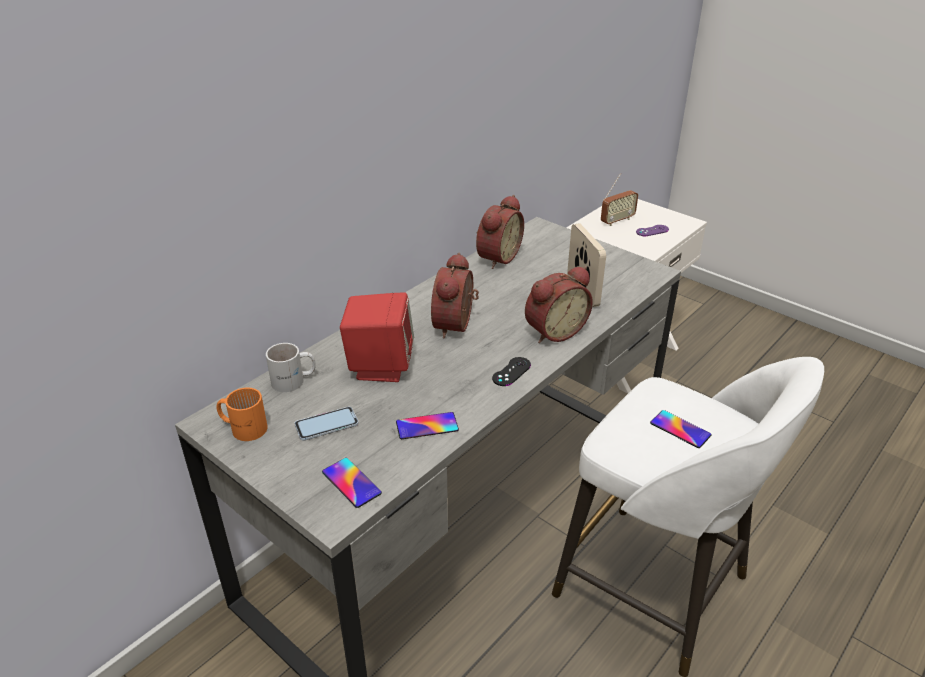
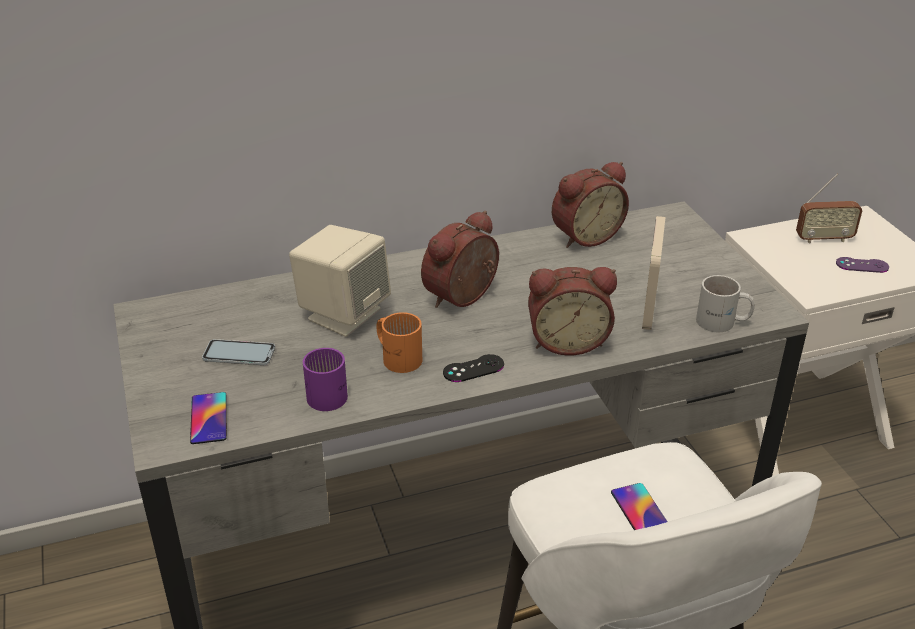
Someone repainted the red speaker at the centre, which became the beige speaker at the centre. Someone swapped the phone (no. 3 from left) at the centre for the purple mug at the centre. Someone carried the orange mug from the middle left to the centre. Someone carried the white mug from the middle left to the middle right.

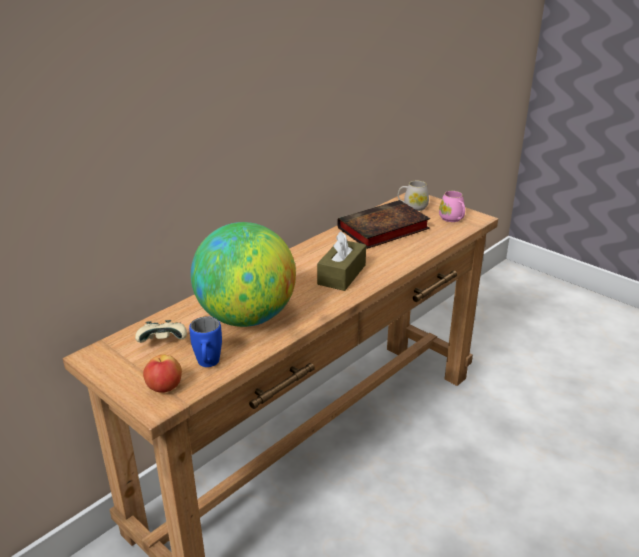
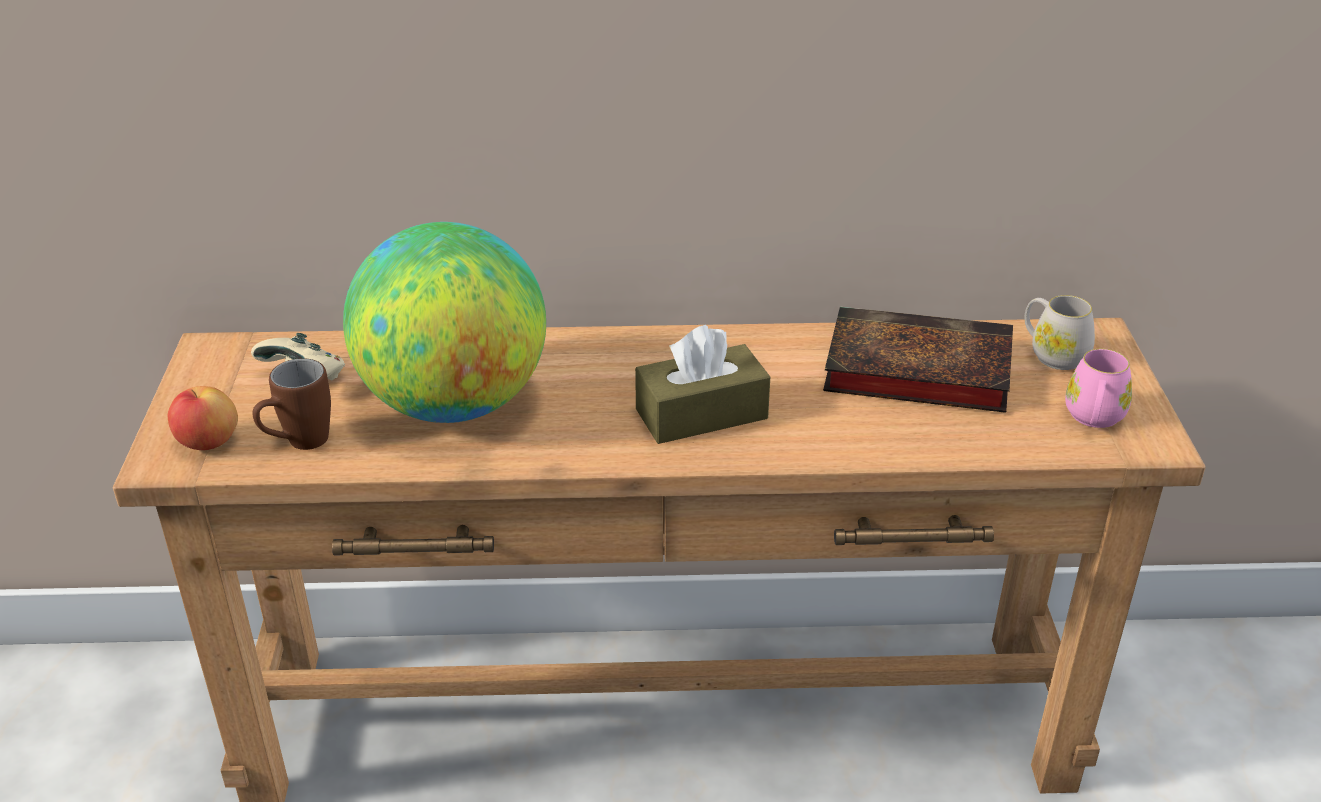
Someone repainted the blue mug at the middle left, which became the brown mug at the middle left.

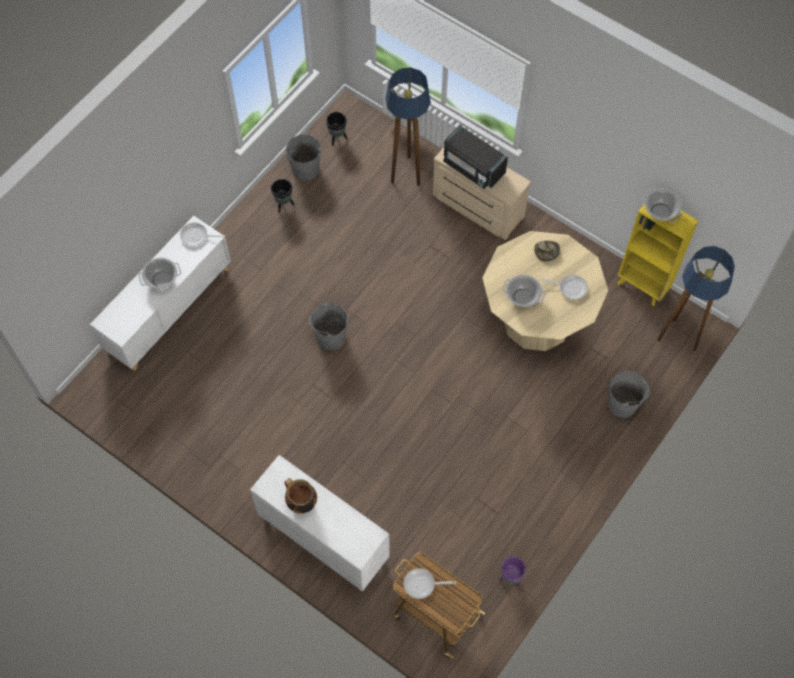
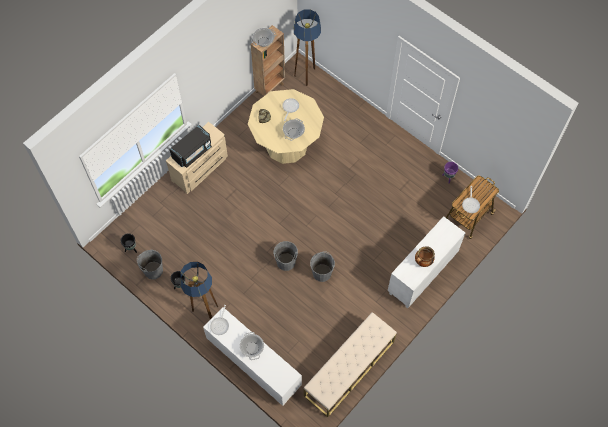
Someone carried the floor lamp (no. 1 from left) from the top centre to the bottom left. Someone repainted the yellow bookcase at the middle right, which became the brown bookcase at the top centre. Someone put down the beige bench at the bottom centre. Someone carried the grey bucket (no. 3 from left) from the middle right to the centre.

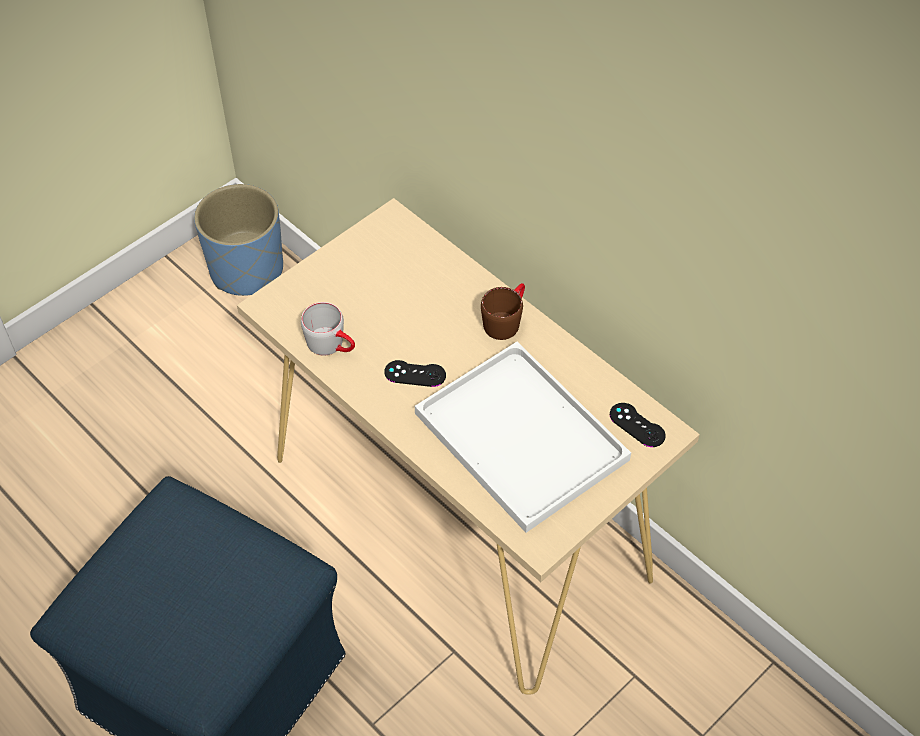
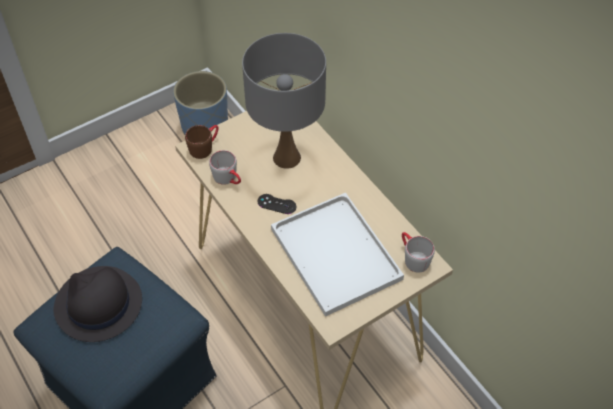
Someone put down the black hat at the bottom left. Someone carried the brown mug from the centre to the middle left. Someone put down the grey table lamp at the top centre. Someone swapped the black game controller (no. 2 from left) at the middle right for the grey mug (no. 2 from left) at the middle right.

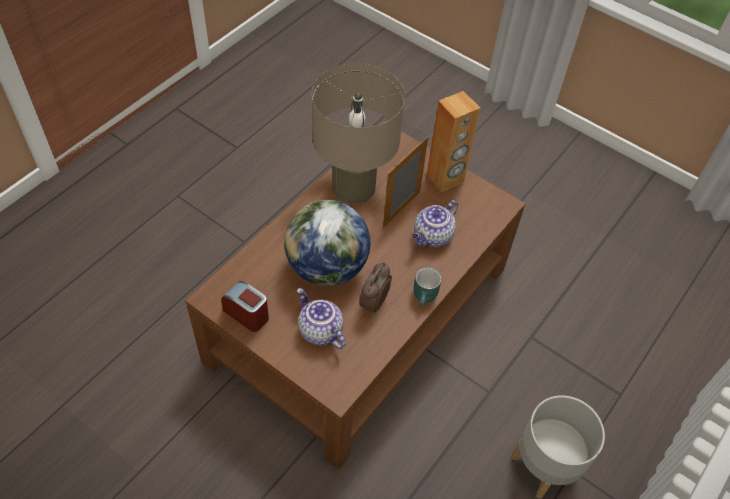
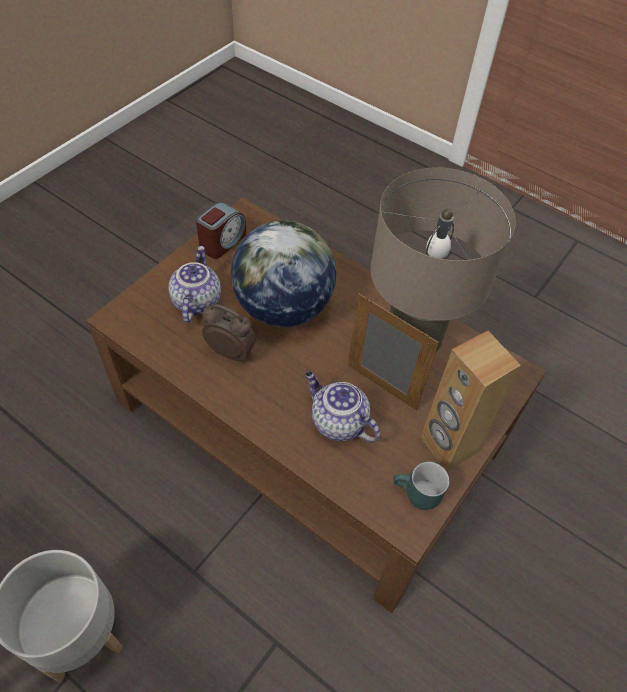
Someone rotated the teapot (no. 1 from left) at the centre by 45 degrees counterclockwise. Someone carried the turquoise mug from the centre to the bottom right.

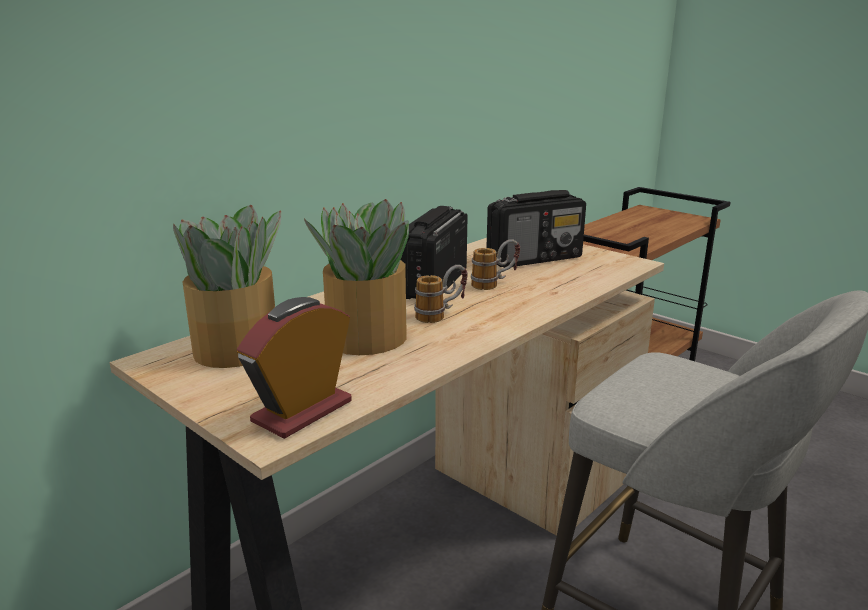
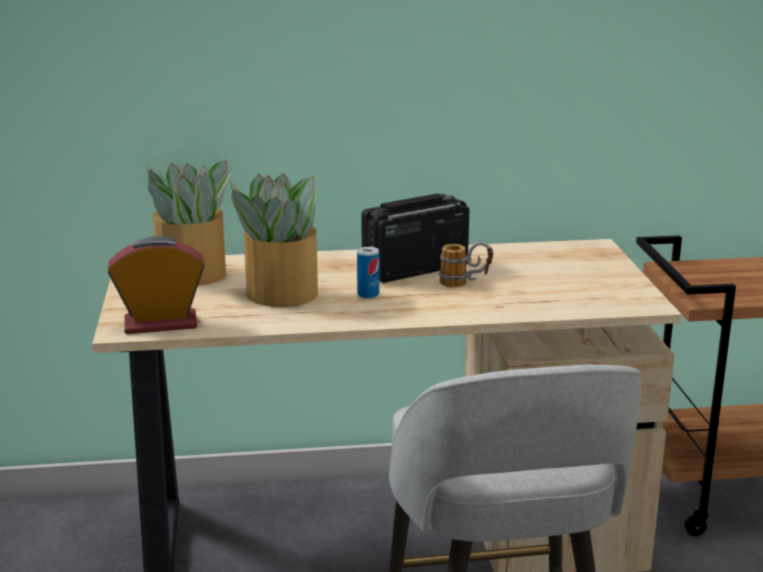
Someone swapped the mug (no. 1 from left) at the centre for the can at the centre. Someone took away the radio (no. 2 from left) at the centre.

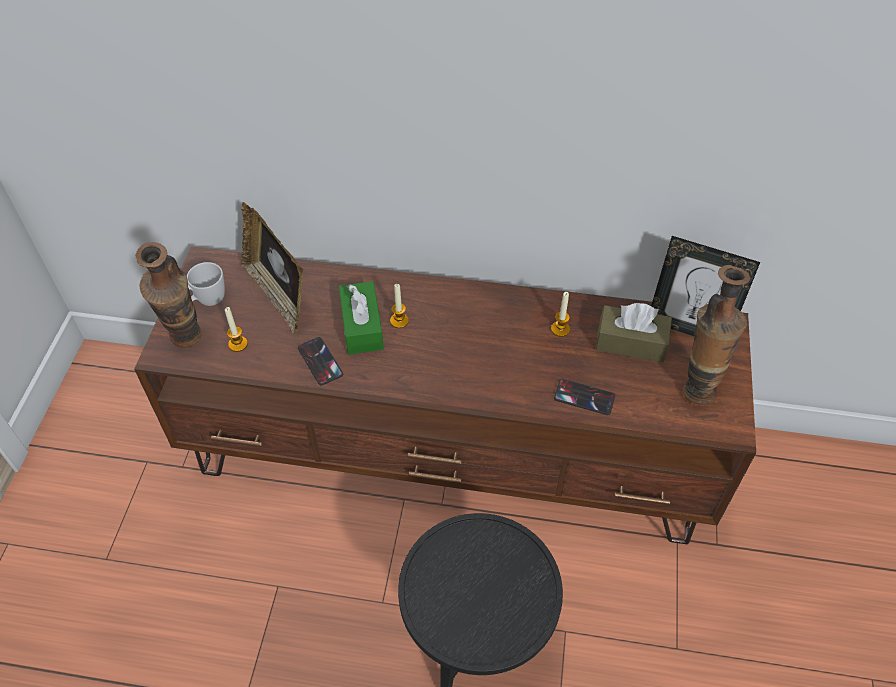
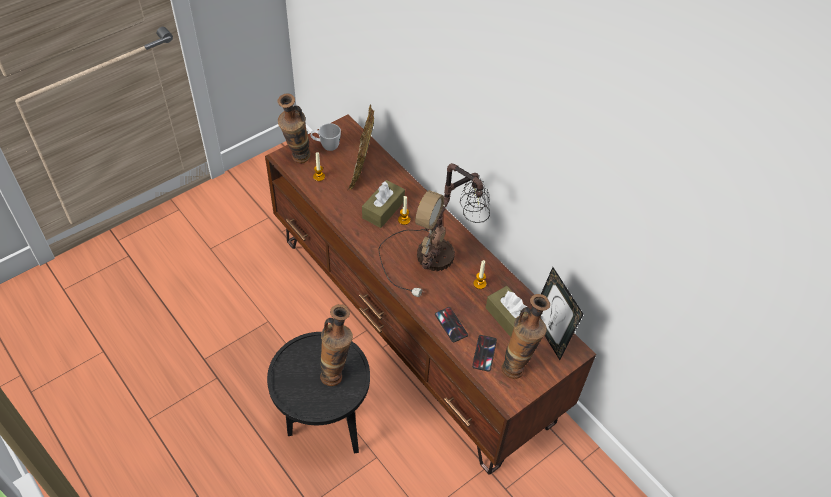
Someone put down the vase (no. 2 from left) at the bottom centre. Someone repainted the green tissue box at the centre, which became the brown tissue box (no. 1 from left) at the centre. Someone put down the table lamp at the centre. Someone carried the phone (no. 1 from left in the first image) from the centre to the bottom centre.

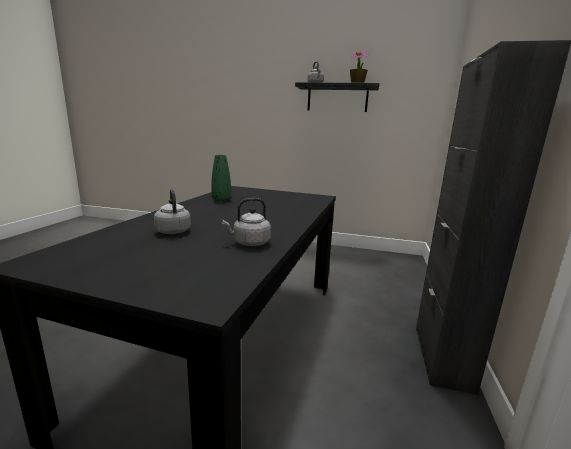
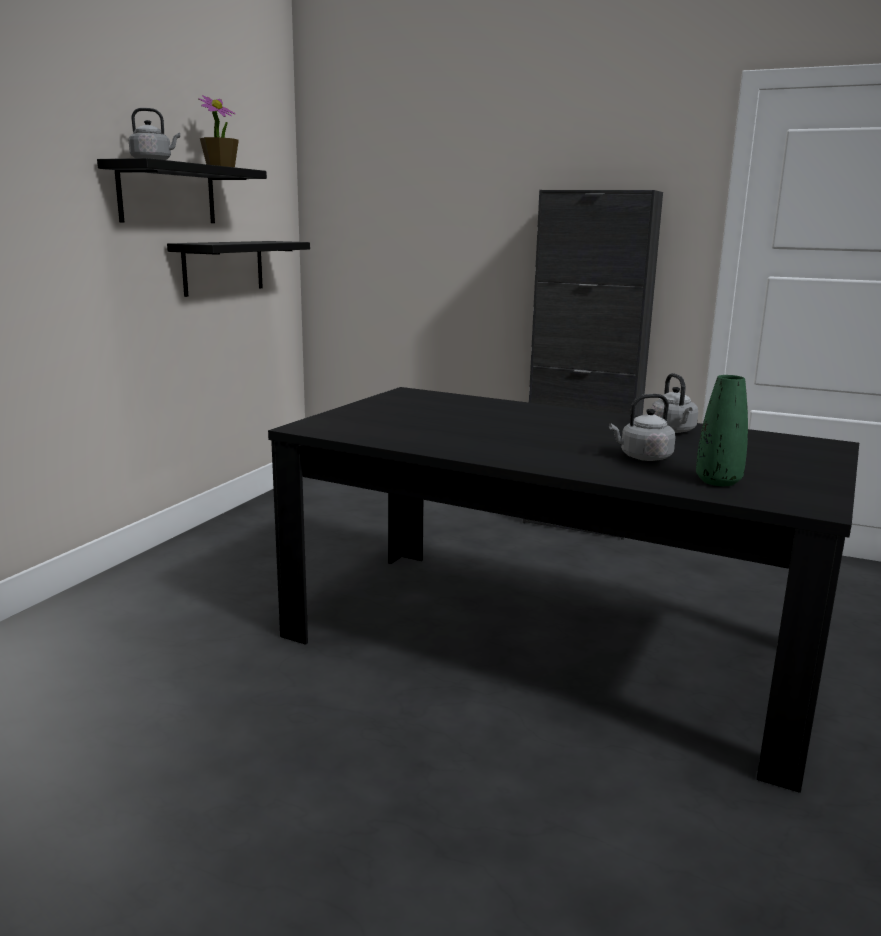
Someone put up the black shelf (no. 2 from left) at the top left. Someone carried the green vase from the centre to the middle right.

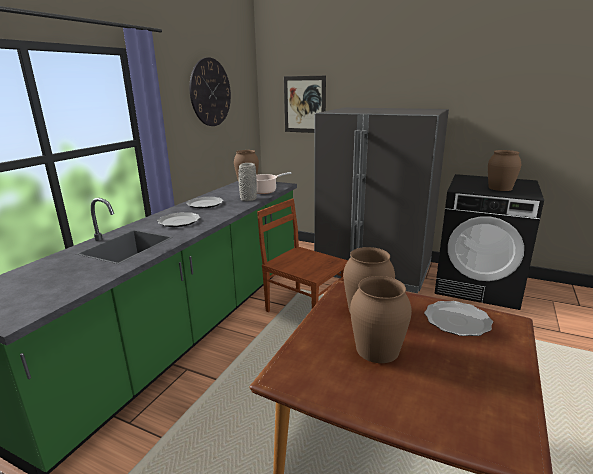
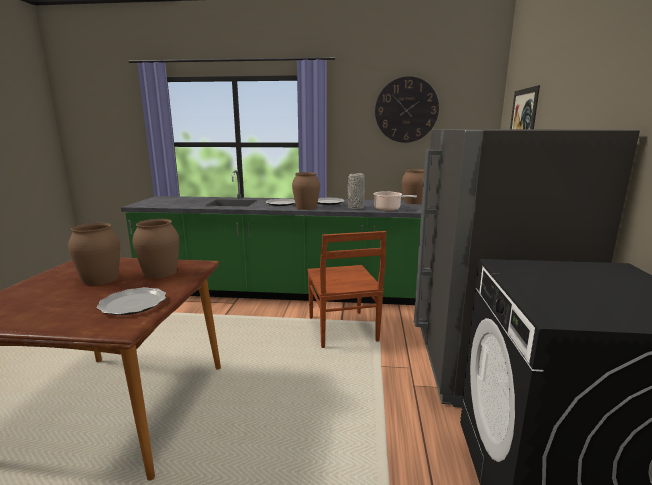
Someone carried the brown vase (no. 4 from left in the first image) from the middle right to the centre. Someone rotated the brown chair at the centre by 150 degrees clockwise.

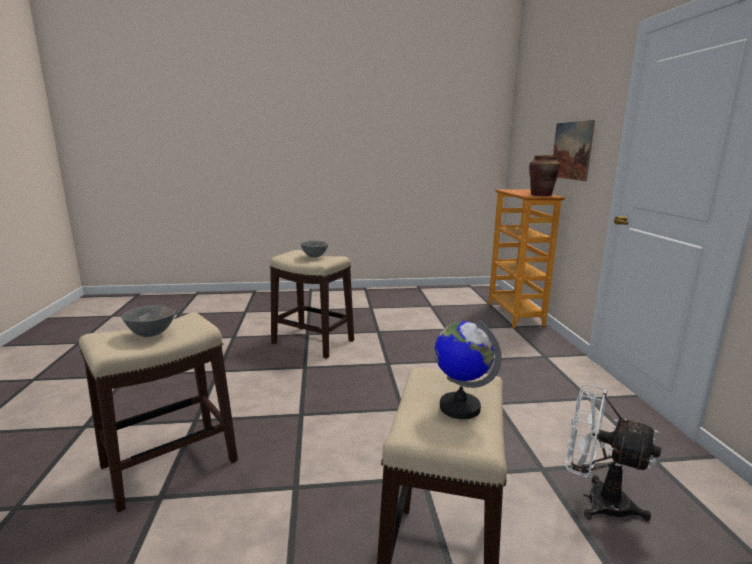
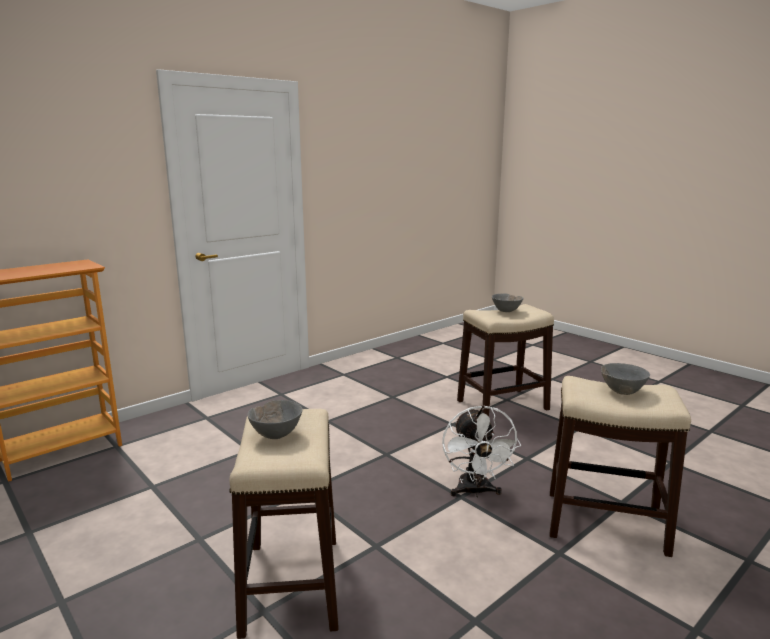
Someone carried the white fan from the bottom right to the bottom centre. Someone swapped the globe at the centre for the grey bowl (no. 2 from left) at the centre. Someone took away the brown vase at the top right. Someone took away the picture at the top right.

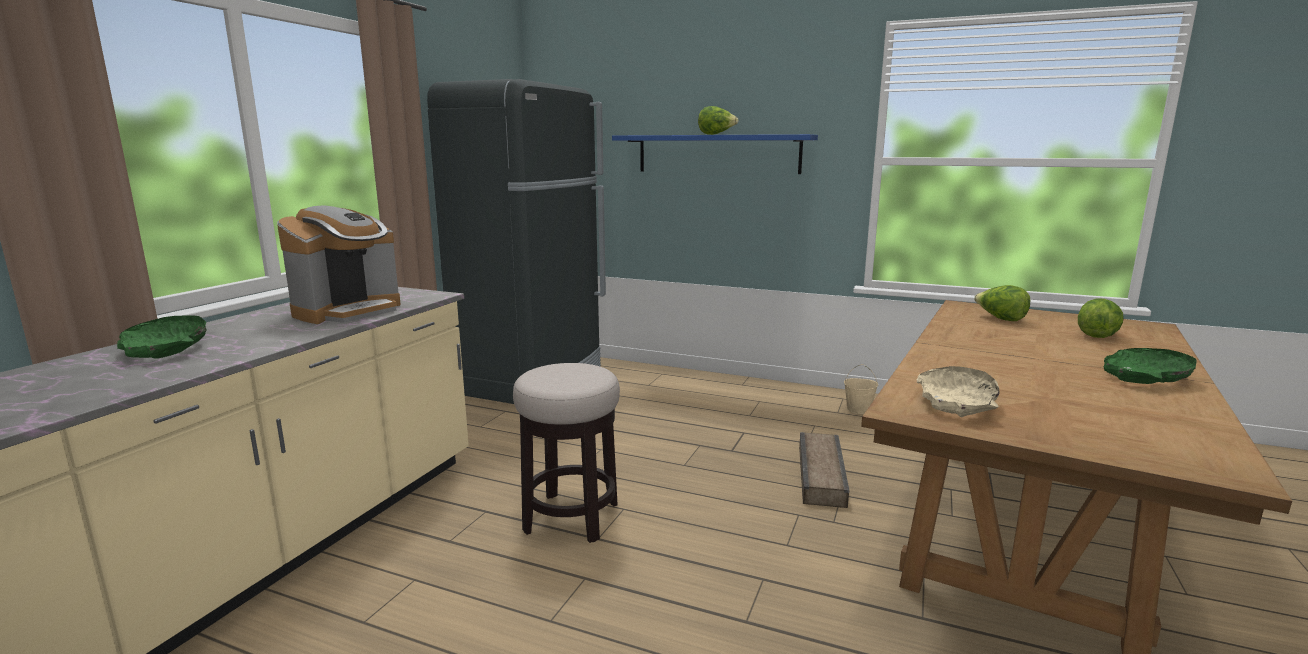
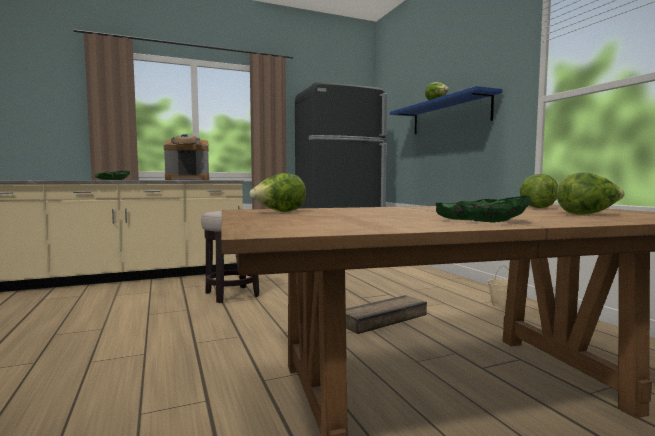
Someone swapped the beige bowl at the middle right for the lettuce (no. 1 from left) at the centre.

